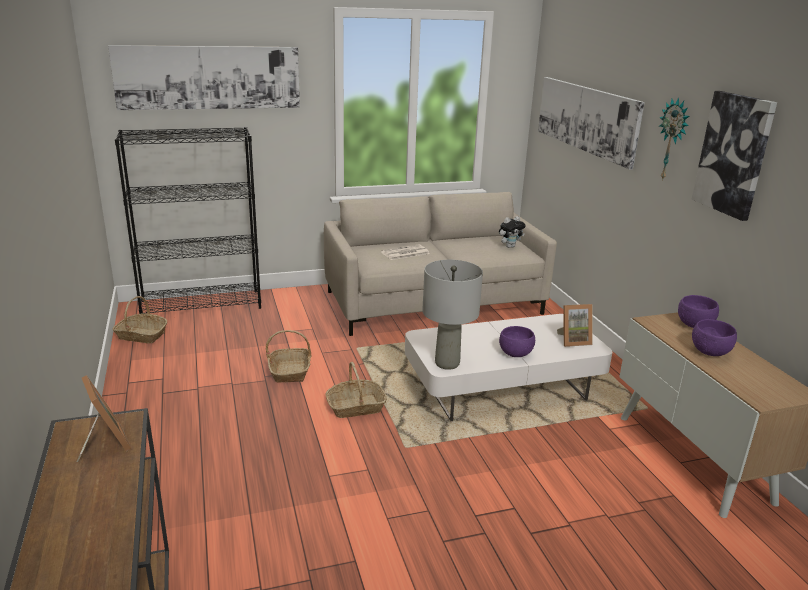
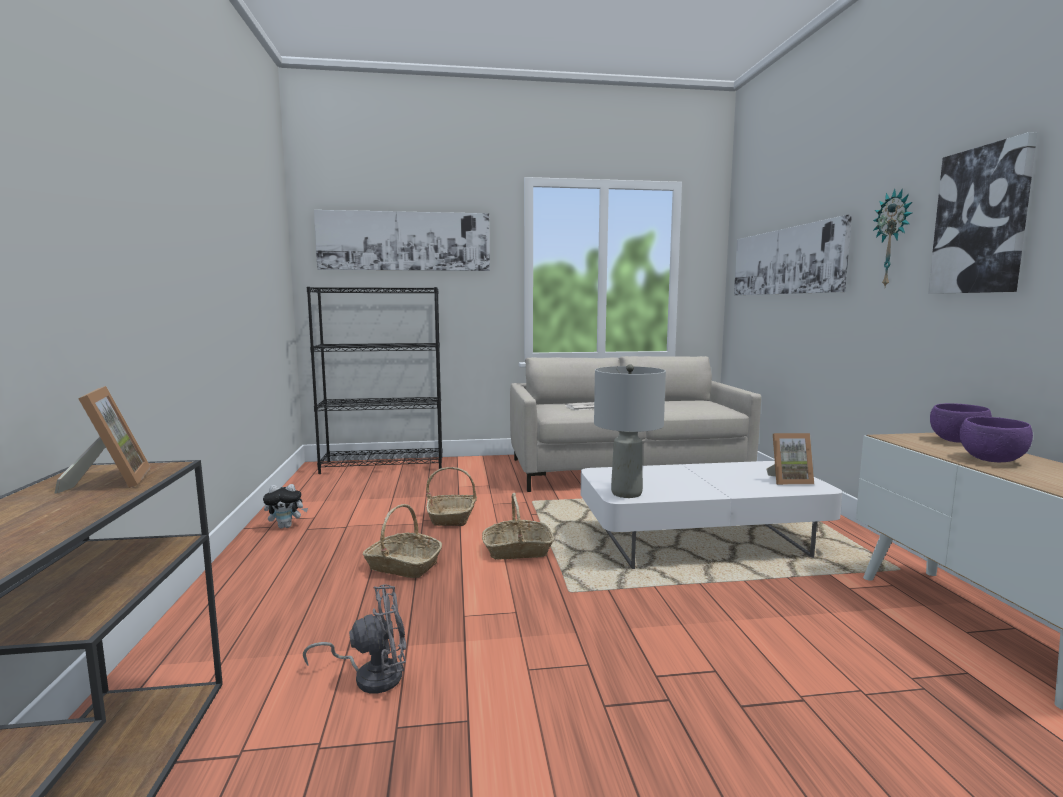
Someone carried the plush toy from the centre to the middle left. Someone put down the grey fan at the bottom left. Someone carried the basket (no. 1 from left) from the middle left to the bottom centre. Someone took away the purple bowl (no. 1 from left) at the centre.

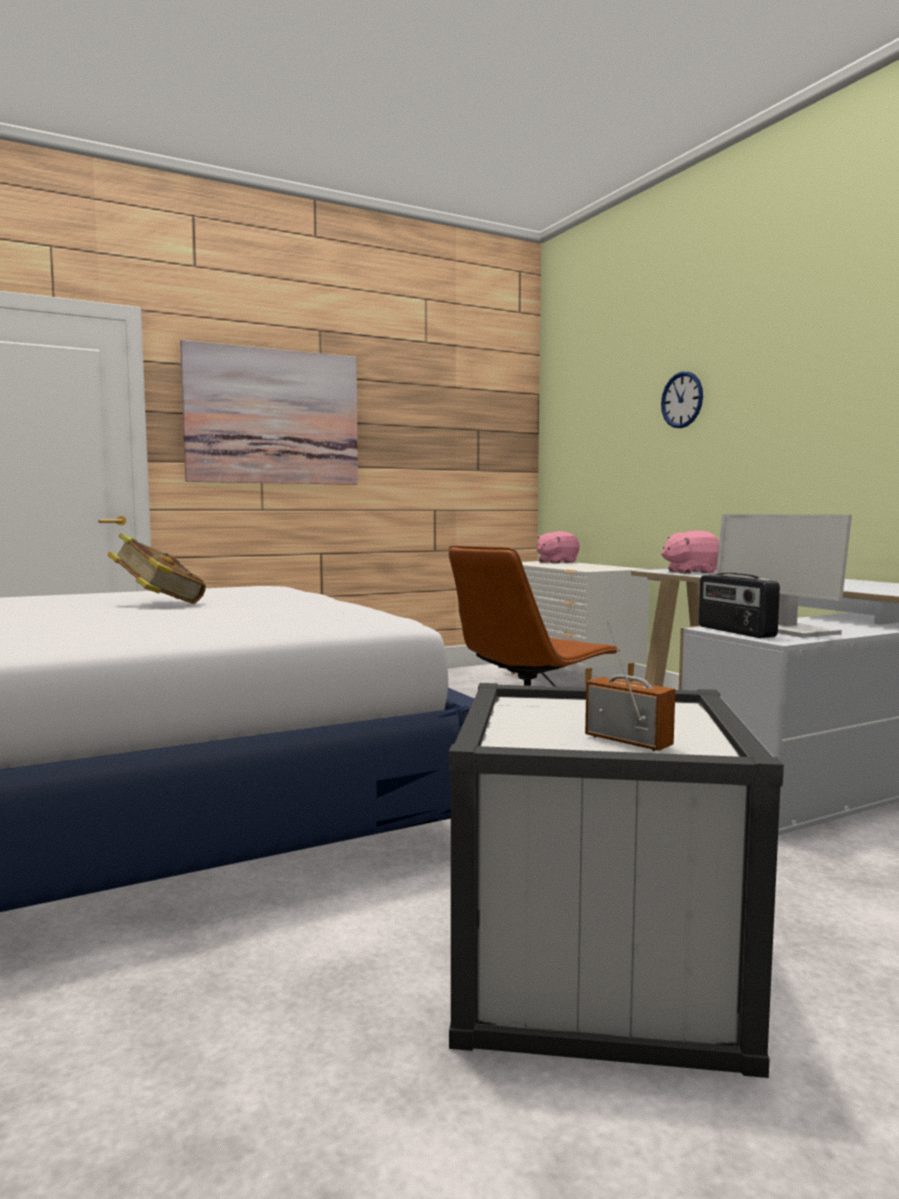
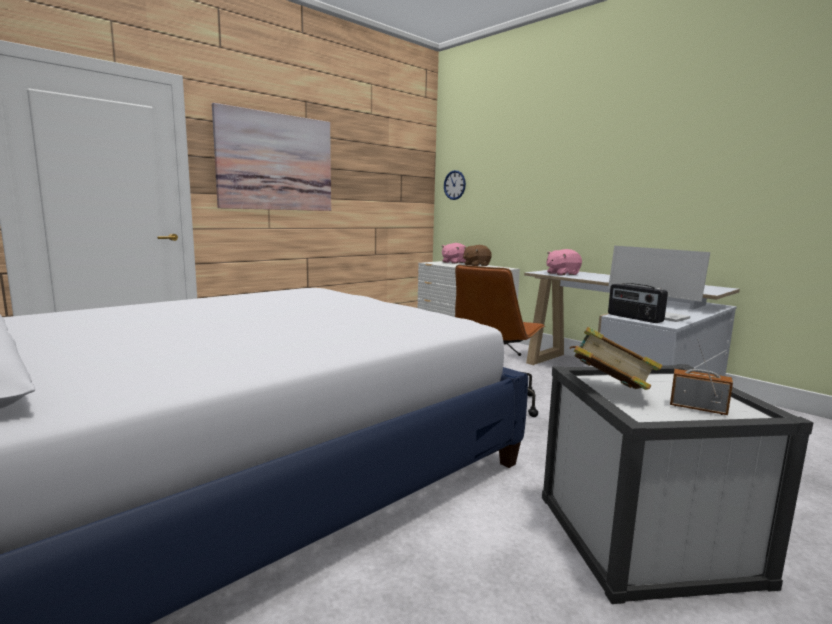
Someone carried the wall clock from the middle right to the top centre. Someone put down the brown plush toy at the centre. Someone carried the book from the middle left to the middle right.

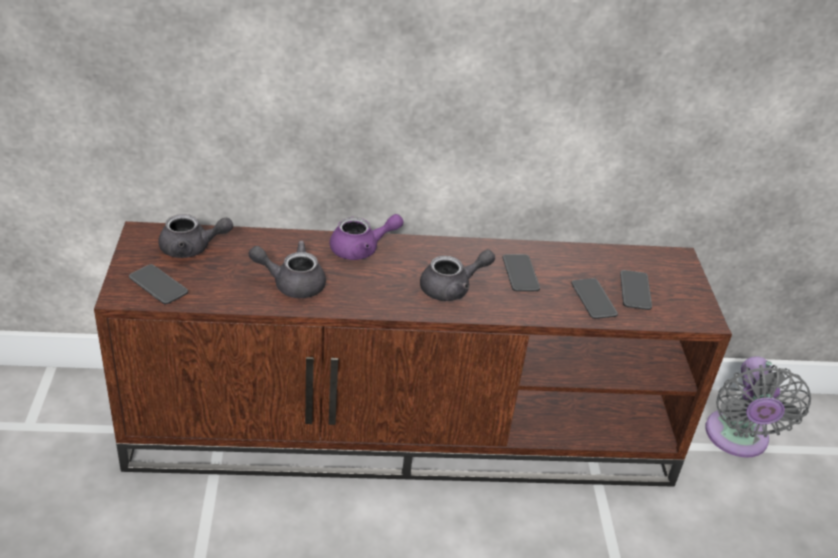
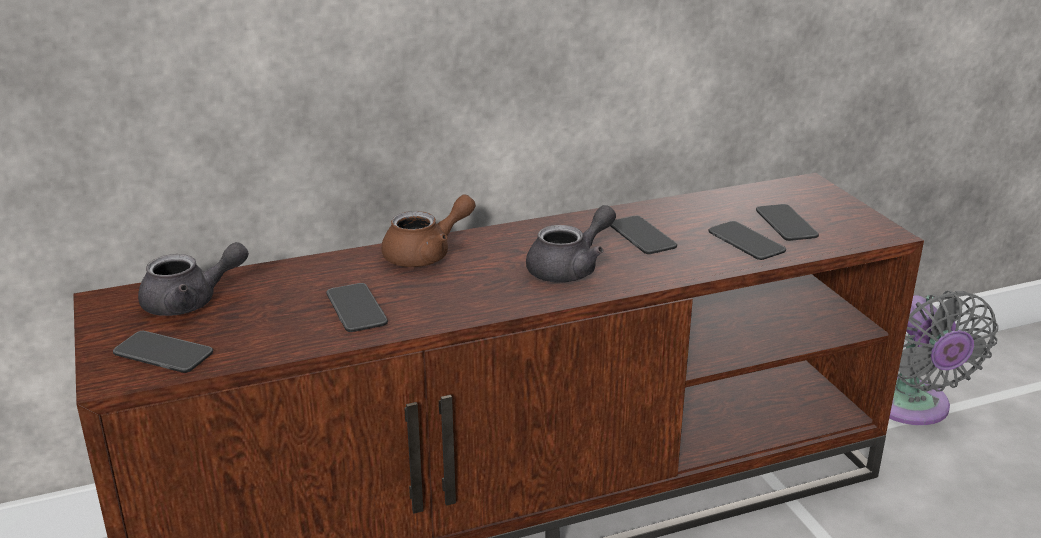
Someone swapped the grey teapot (no. 2 from left) at the centre for the phone (no. 2 from left) at the centre. Someone repainted the purple teapot at the centre, which became the brown teapot at the centre.

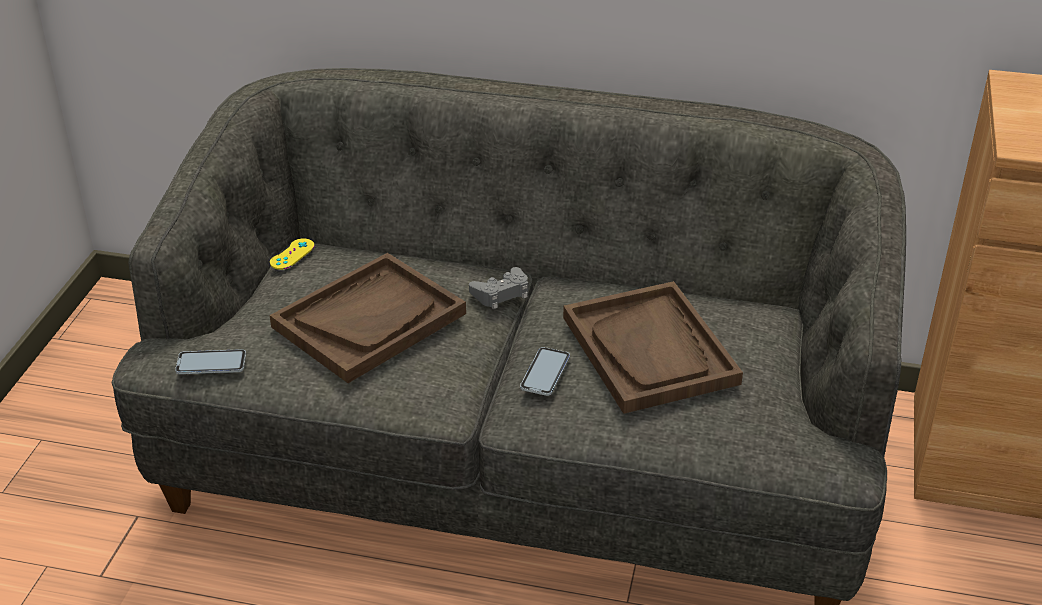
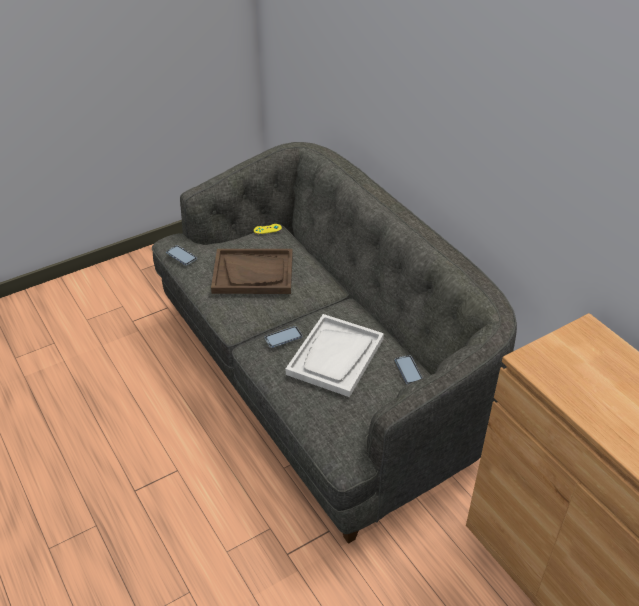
Someone repainted the brown tray (no. 2 from left) at the centre, which became the white tray at the centre. Someone put down the phone (no. 3 from left) at the centre. Someone took away the grey game controller at the centre.

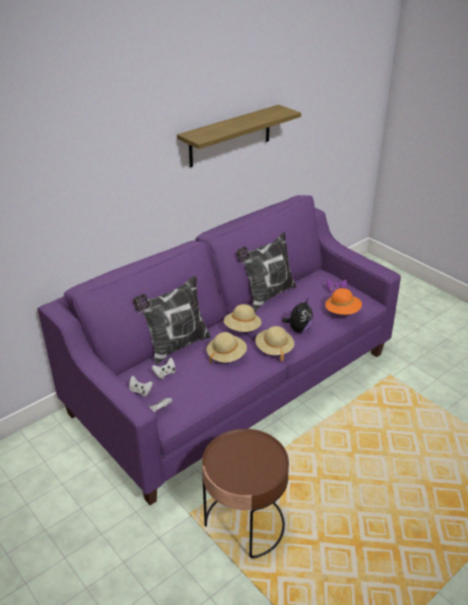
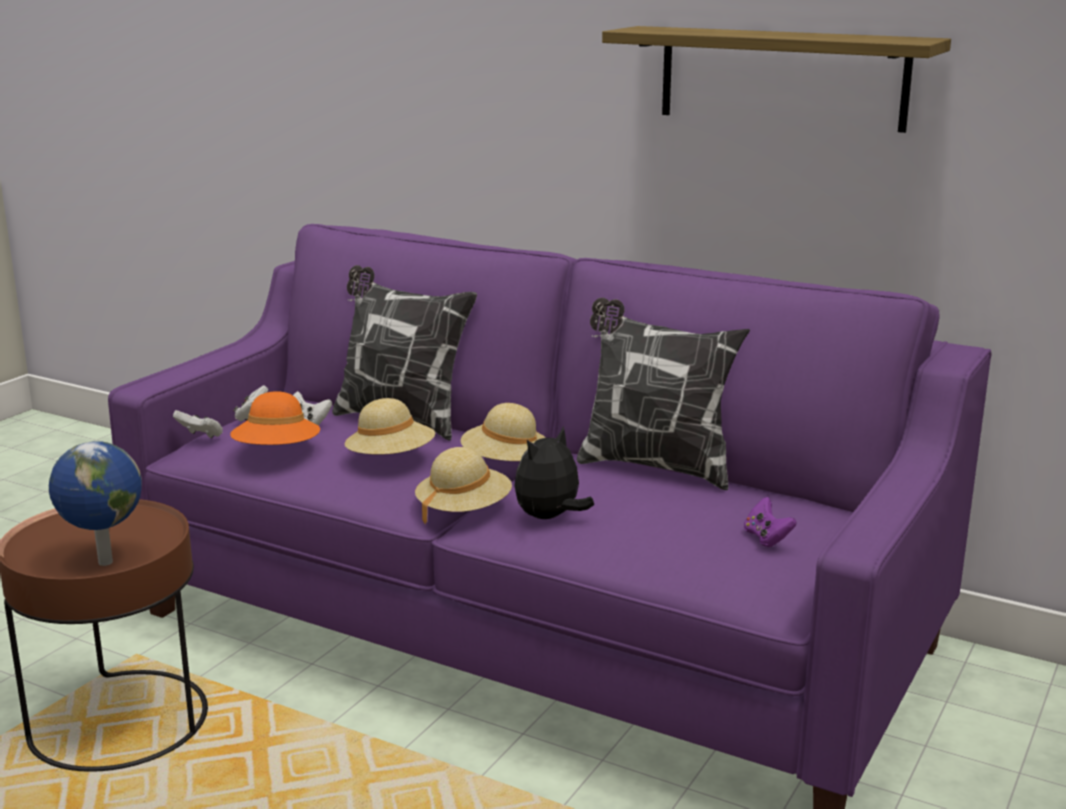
Someone put down the globe at the middle left. Someone carried the orange hat from the middle right to the middle left. Someone rotated the plush toy at the centre by 120 degrees clockwise.

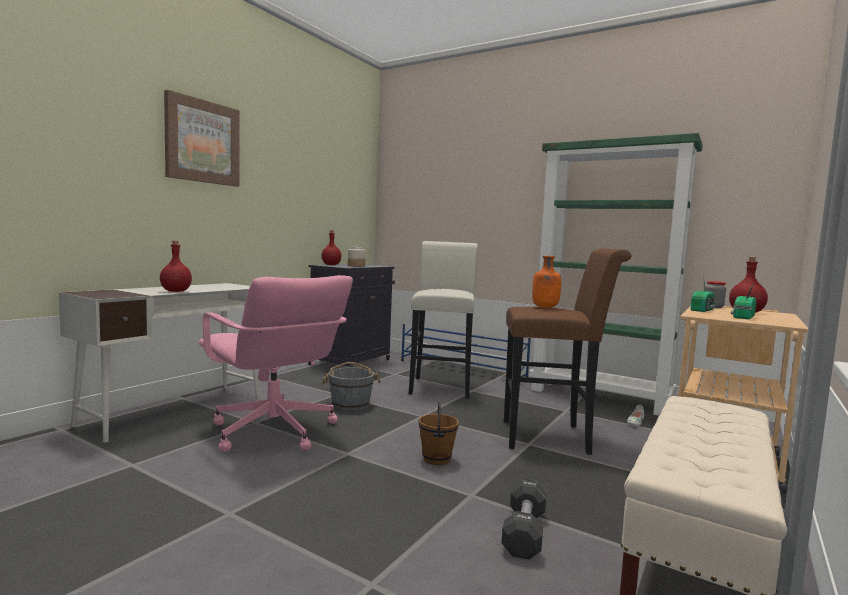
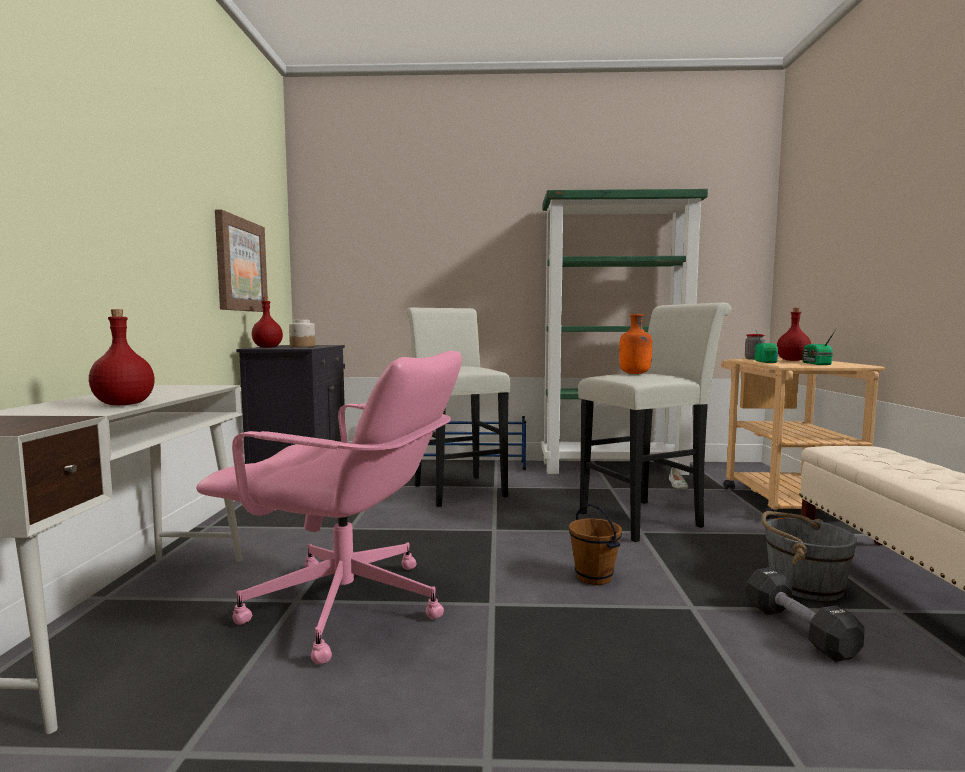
Someone carried the picture from the top left to the middle left. Someone repainted the brown stool at the middle right, which became the white stool (no. 2 from left) at the middle right. Someone carried the grey bucket from the centre to the bottom right.

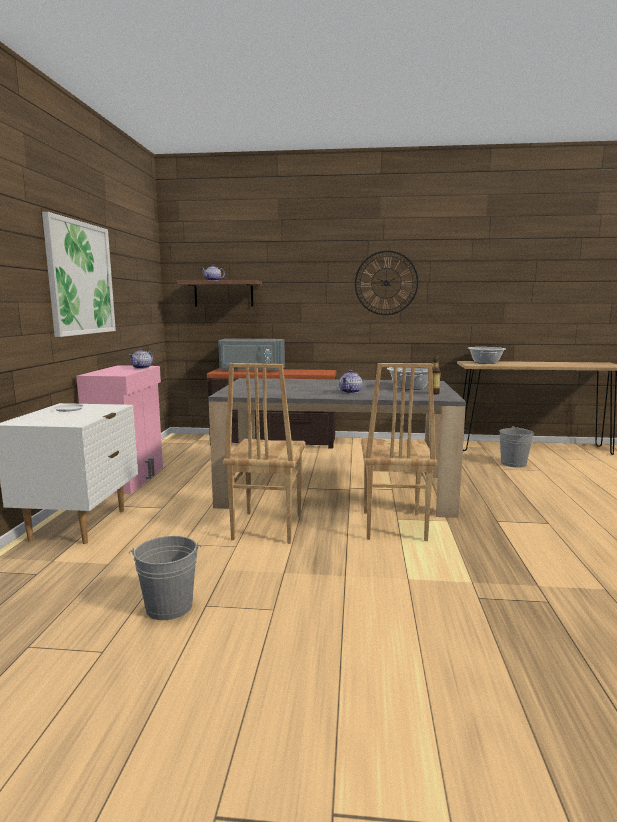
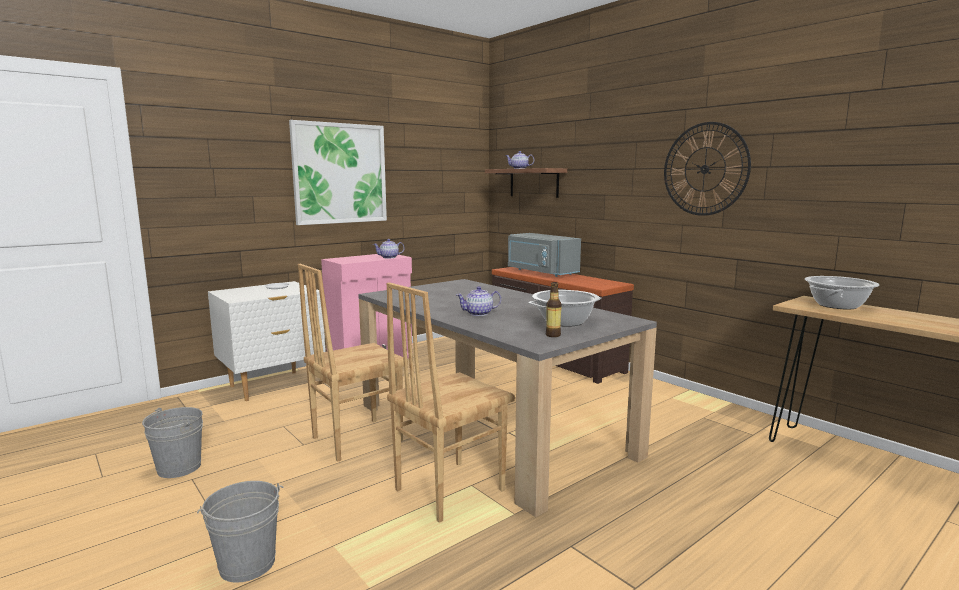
Someone carried the grey bucket (no. 2 from left) from the middle right to the bottom left.

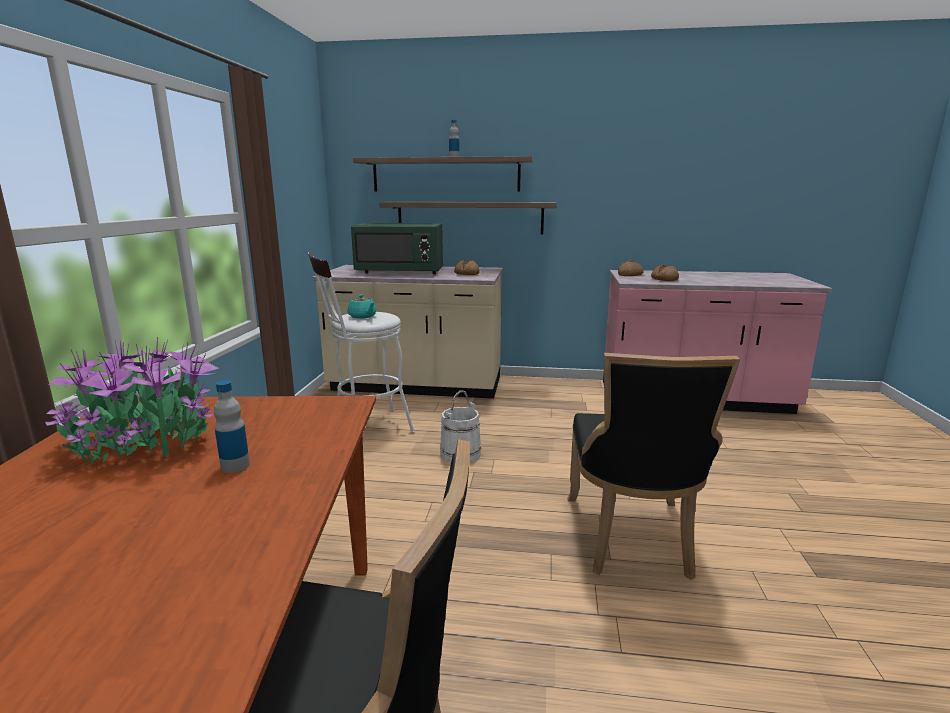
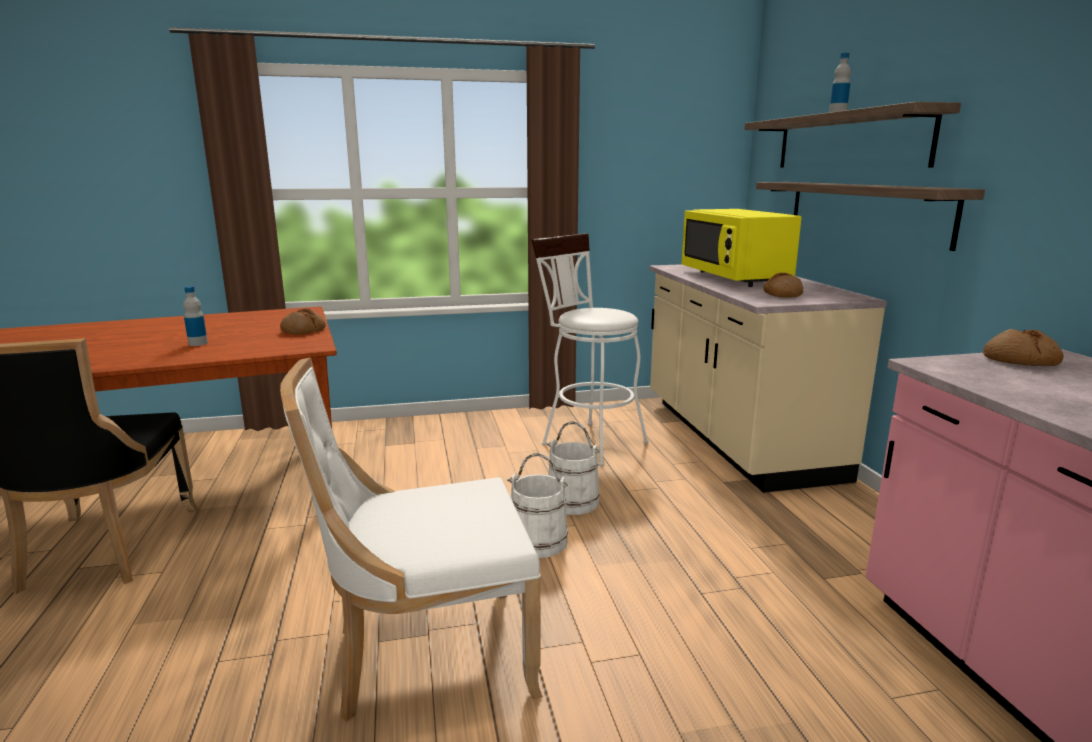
Someone carried the bread (no. 3 from left in the first image) from the middle right to the middle left. Someone repainted the black chair (no. 2 from left) at the middle right, which became the white chair at the bottom centre. Someone put down the white bucket (no. 1 from left) at the bottom centre. Someone repainted the green microwave at the centre, which became the yellow microwave at the middle right. Someone took away the potted plant at the middle left. Someone took away the turquoise teapot at the centre.

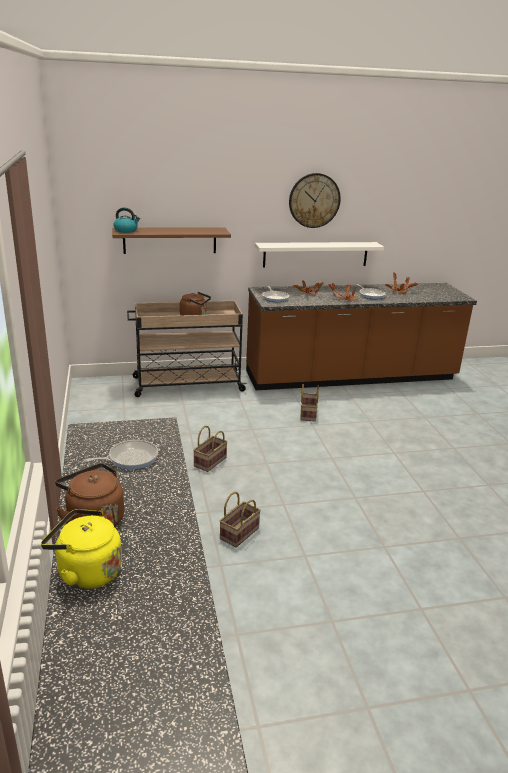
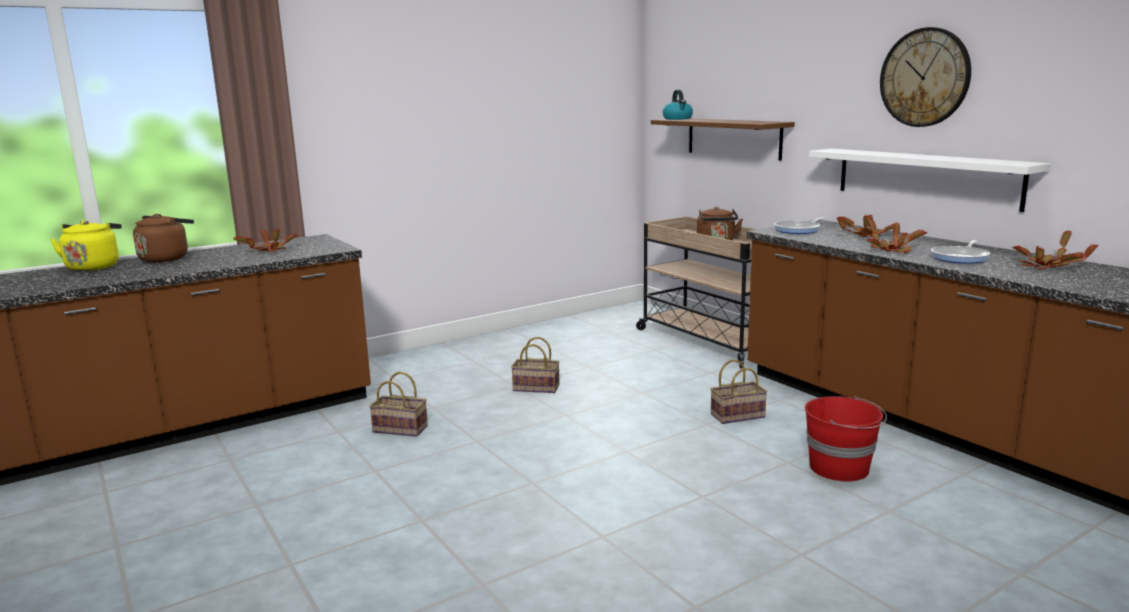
Someone swapped the frying pan (no. 1 from left) at the middle left for the potted plant (no. 1 from left) at the middle left. Someone put down the red bucket at the bottom right.

